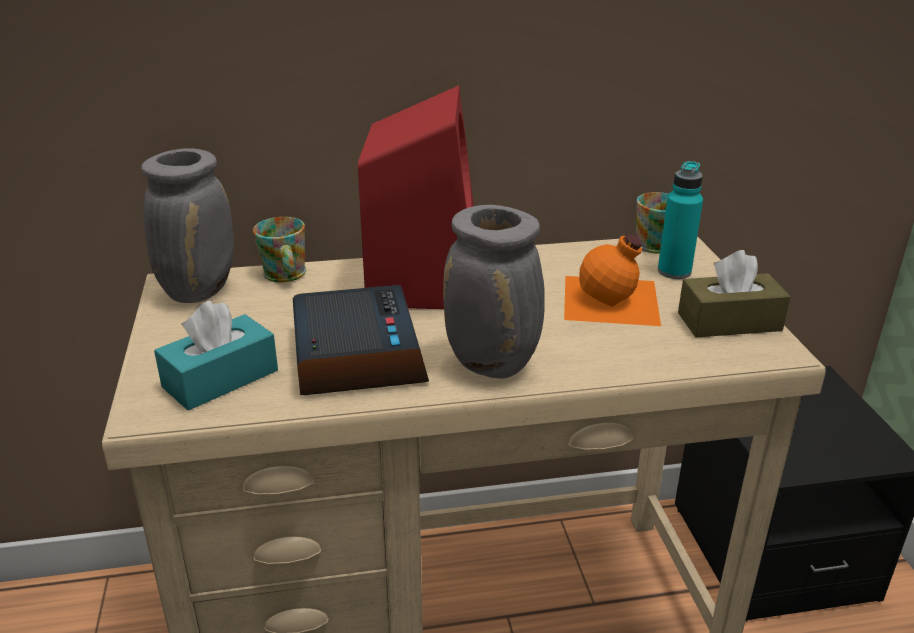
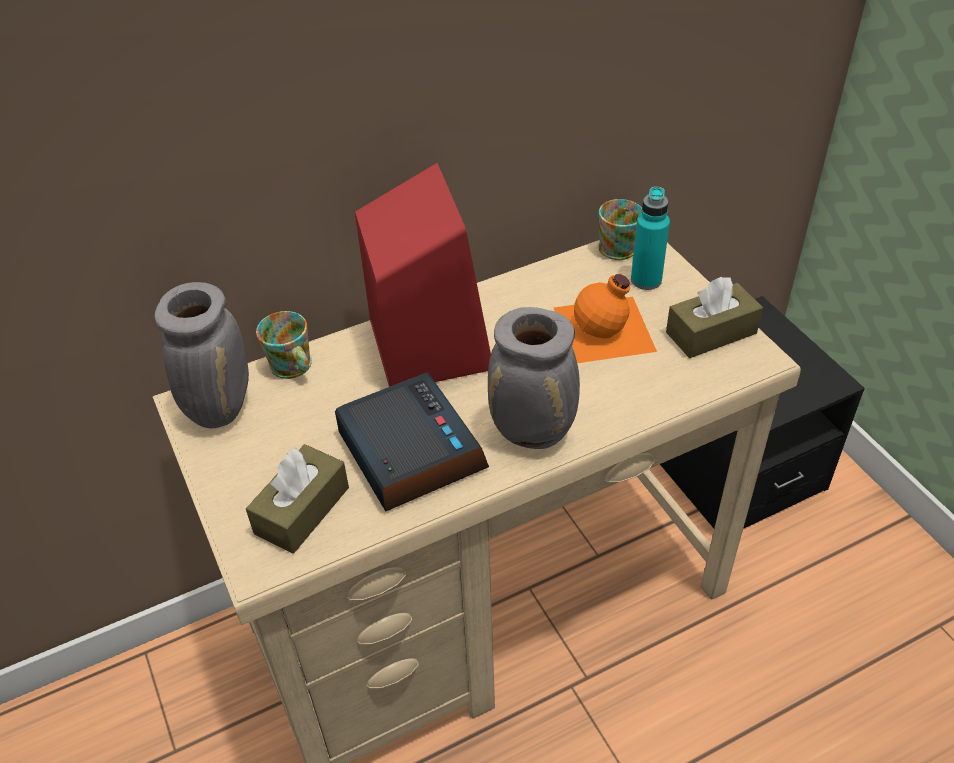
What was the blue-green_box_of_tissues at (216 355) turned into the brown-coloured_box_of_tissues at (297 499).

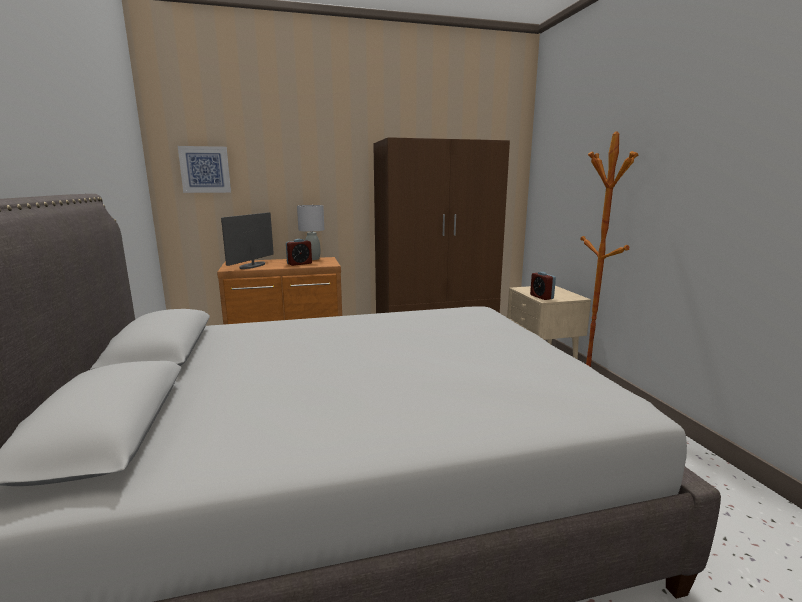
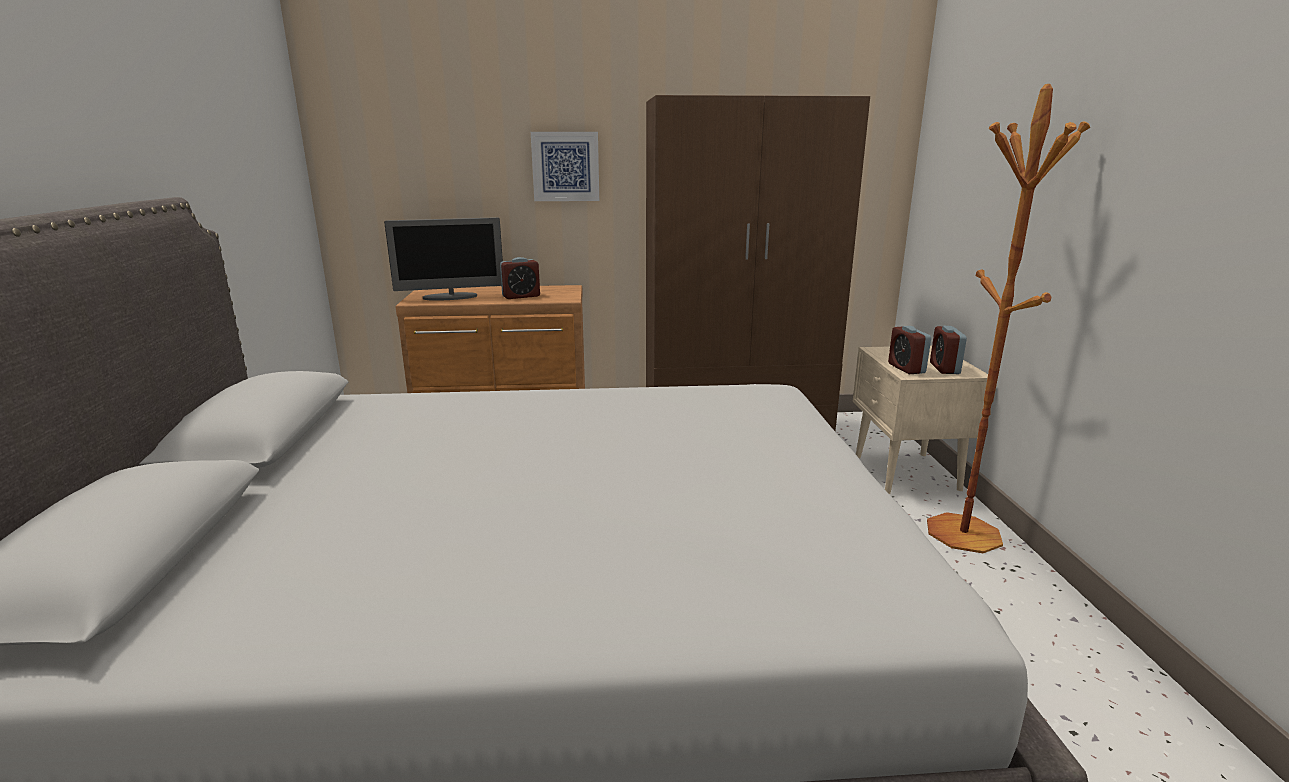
The computer_display at (247 240) ended up facing another way, 135 degrees counterclockwise from before. The wall_art ended up elsewhere, having gone from (204 169) to (565 166). The second view gained the bedside_clock at (948 350). The second view lost the grey_tabletop_lamp at (310 232).

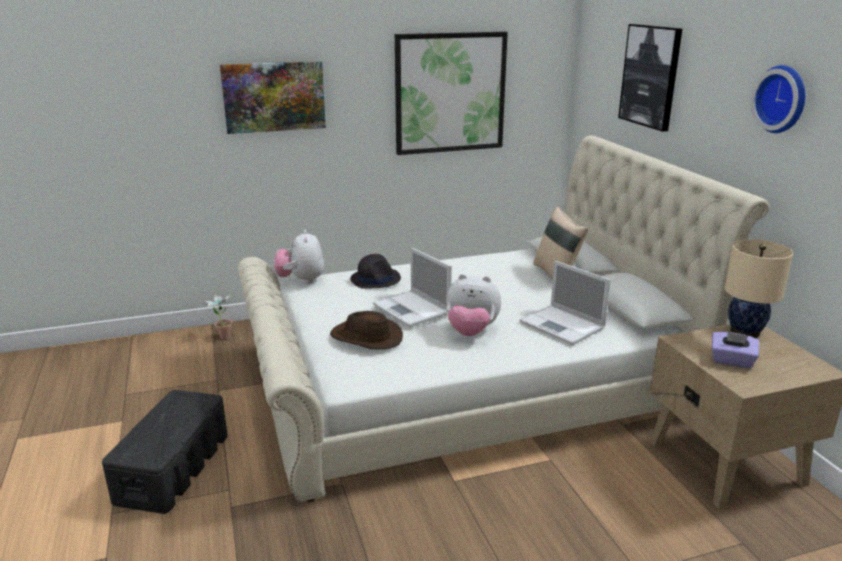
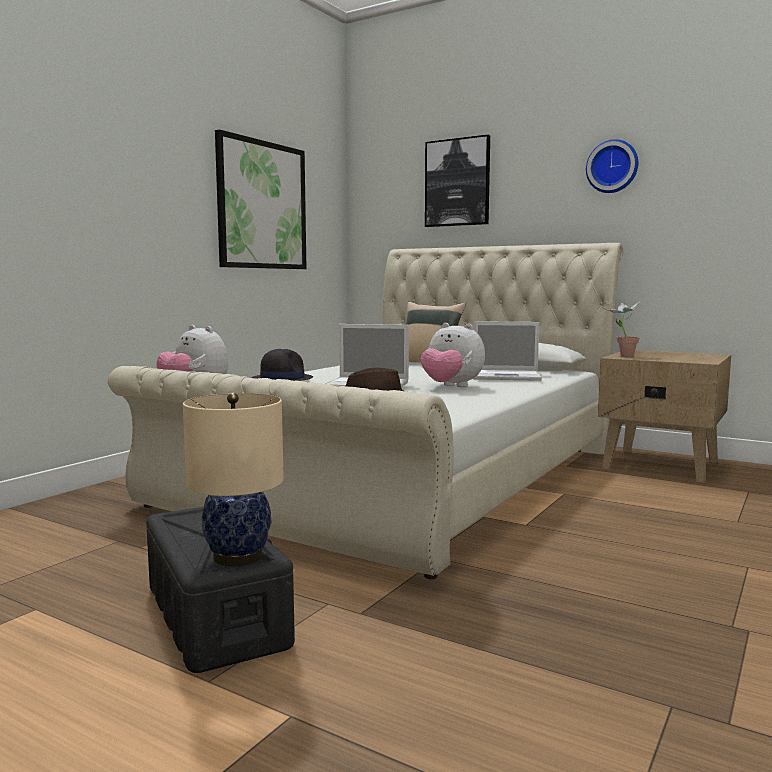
The sand-coloured_tabletop_lamp ended up elsewhere, having gone from (758 288) to (233 479). The plush_toy at (473 305) ended up facing another way, 60 degrees clockwise from before. The potted_plant ended up elsewhere, having gone from (218 316) to (622 328). The second view lost the wall_art at (273 97). The second view lost the purplish_box_of_tissues at (735 350).

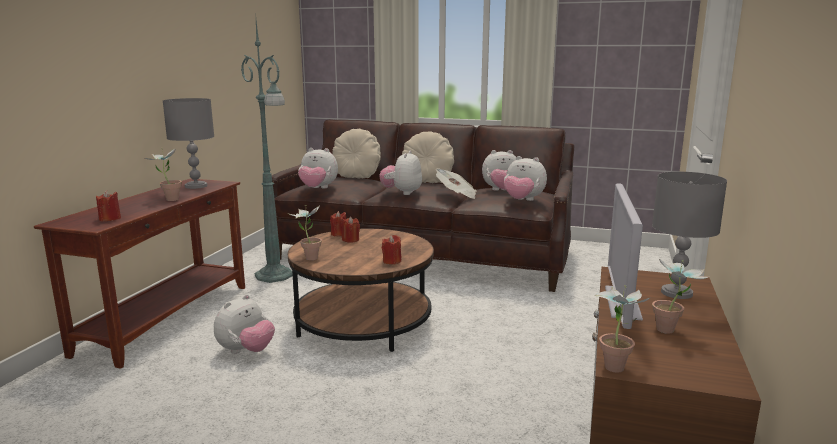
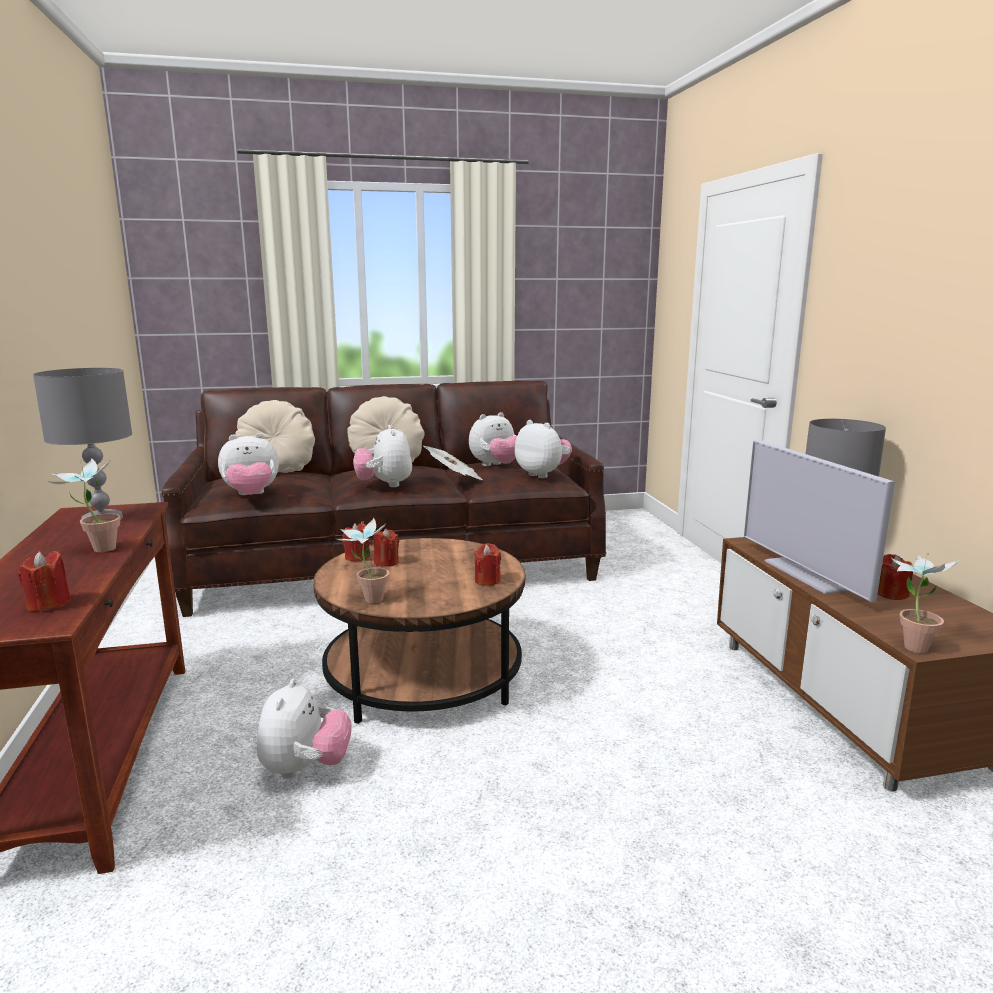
The plush_toy at (525 178) ended up facing another way, 135 degrees counterclockwise from before. Where the potted_plant stood at (681 296), the red_wax_candle came to stand at (895 577). The second view lost the greenish_floor_lamp at (267 152).

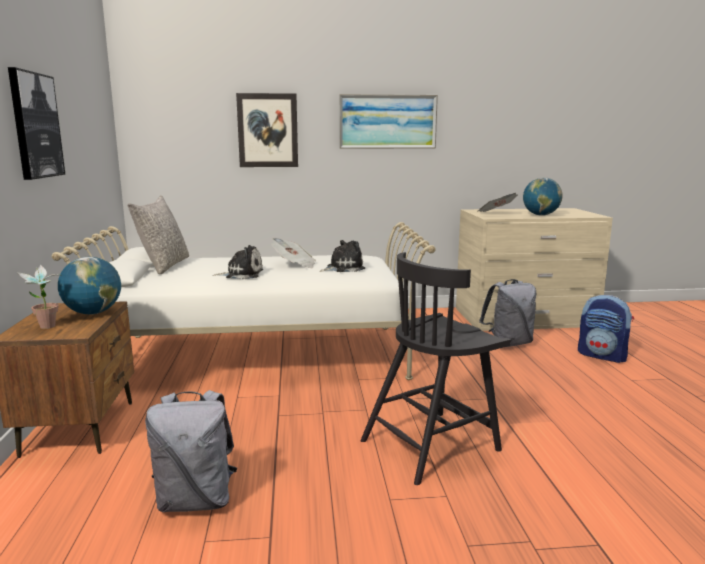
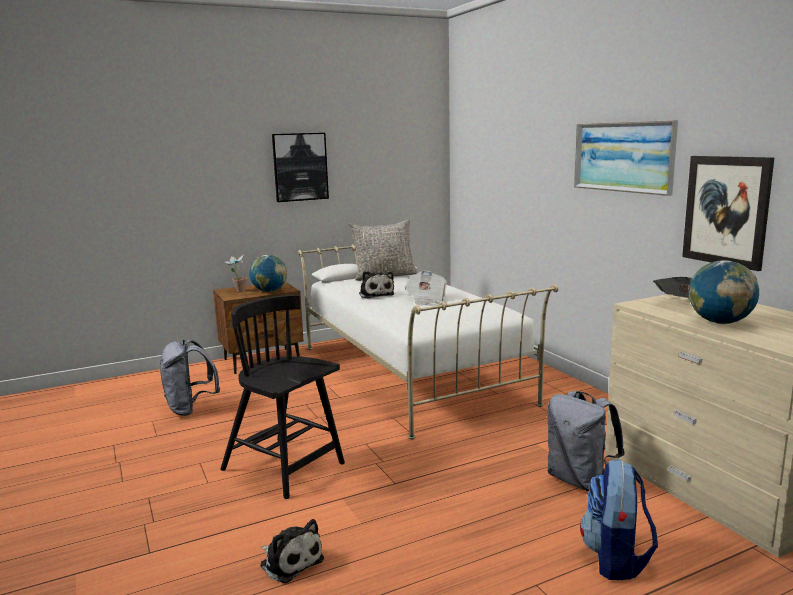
The plush_toy ended up elsewhere, having gone from (342 256) to (292 551). The wall_art ended up elsewhere, having gone from (267 130) to (728 213).

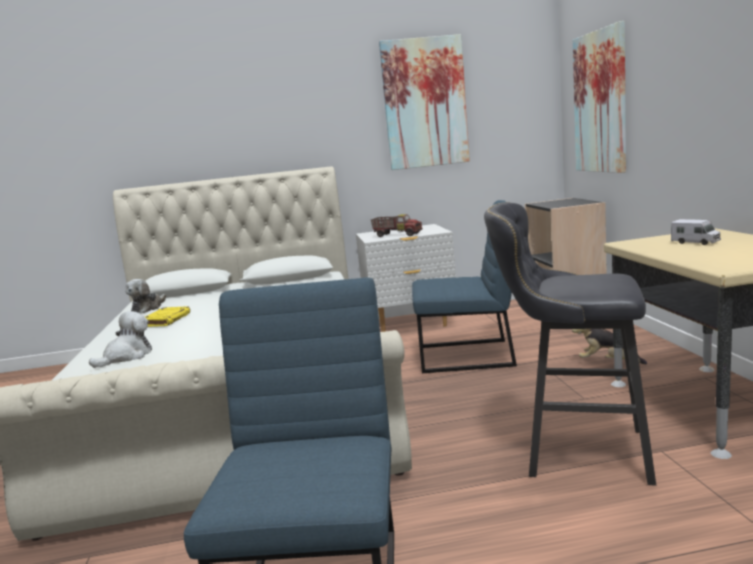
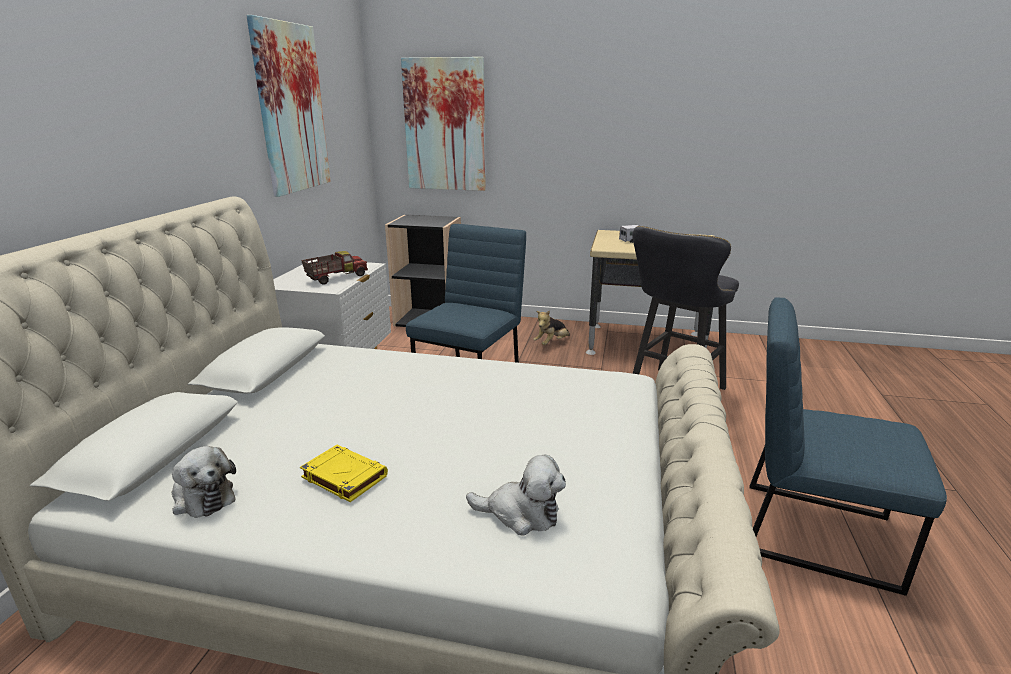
The plush_toy at (120 339) ended up facing another way, 135 degrees clockwise from before.

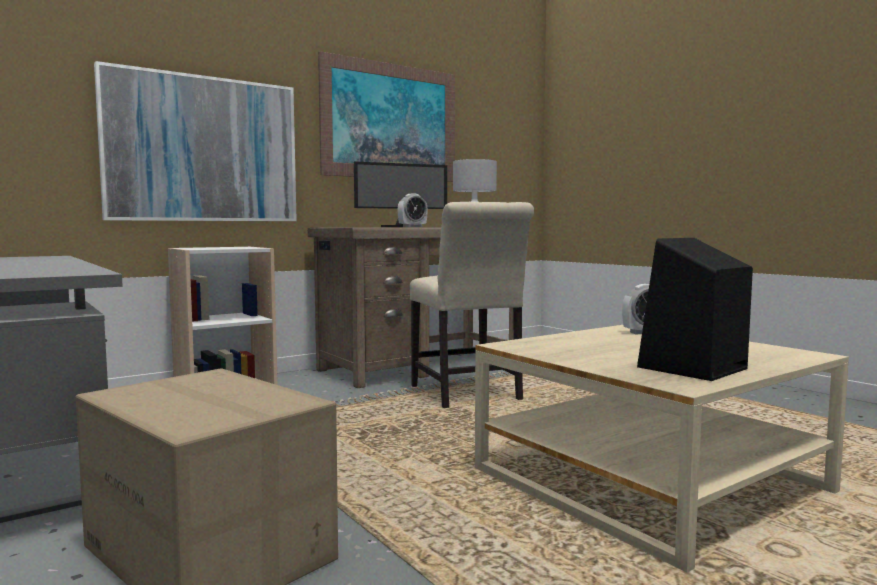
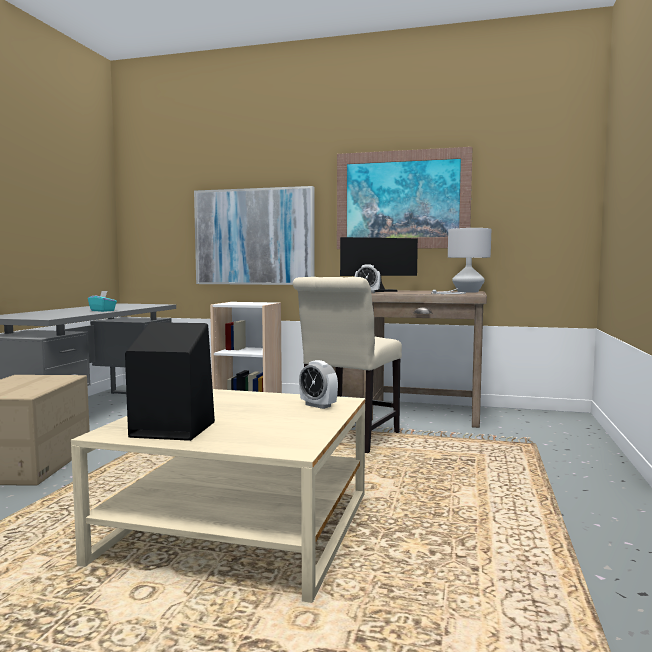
The second view gained the blue-green_box_of_tissues at (102 301). The computer_display at (400 194) ended up facing another way, 135 degrees clockwise from before.

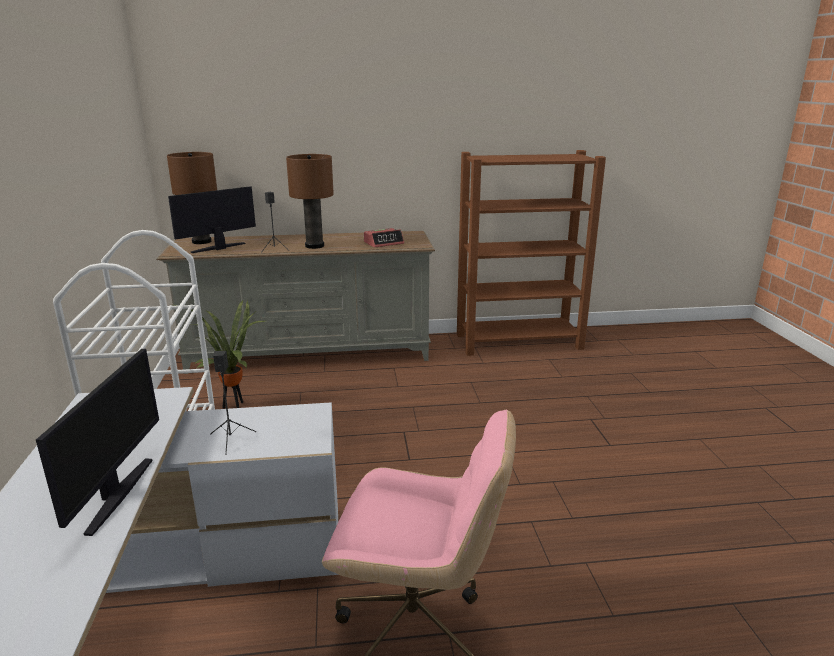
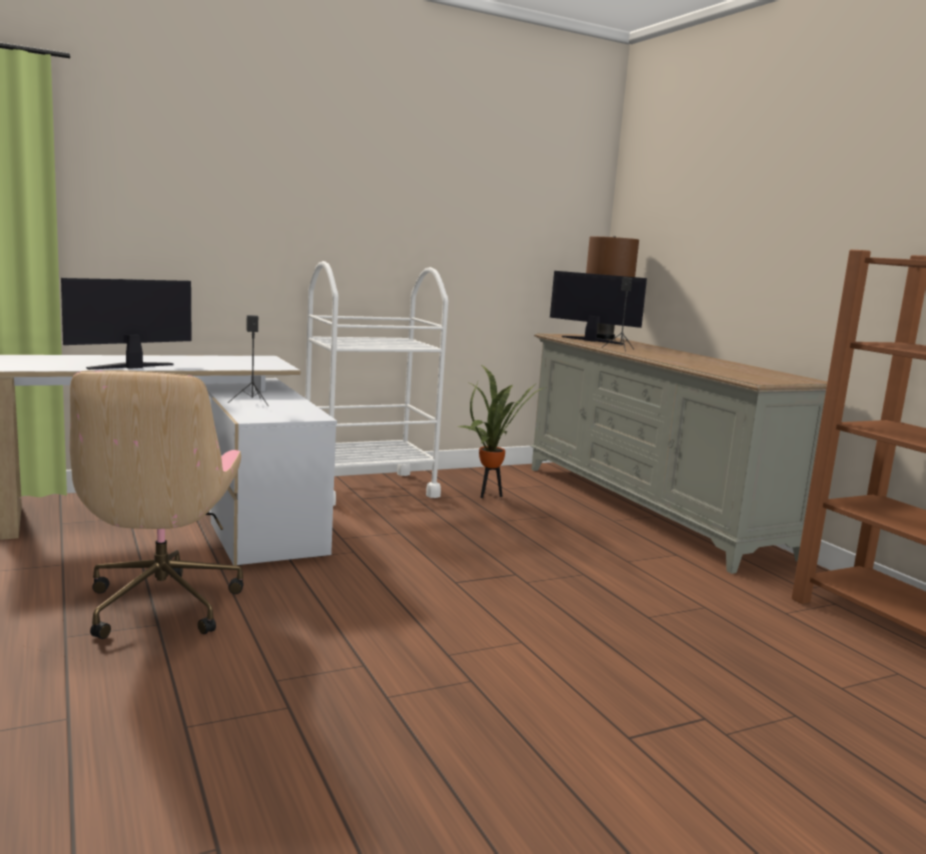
The computer_display at (97 442) ended up facing another way, 150 degrees clockwise from before. The second view lost the brown-coloured_tabletop_lamp at (310 201). The second view lost the bedside_clock at (384 238).

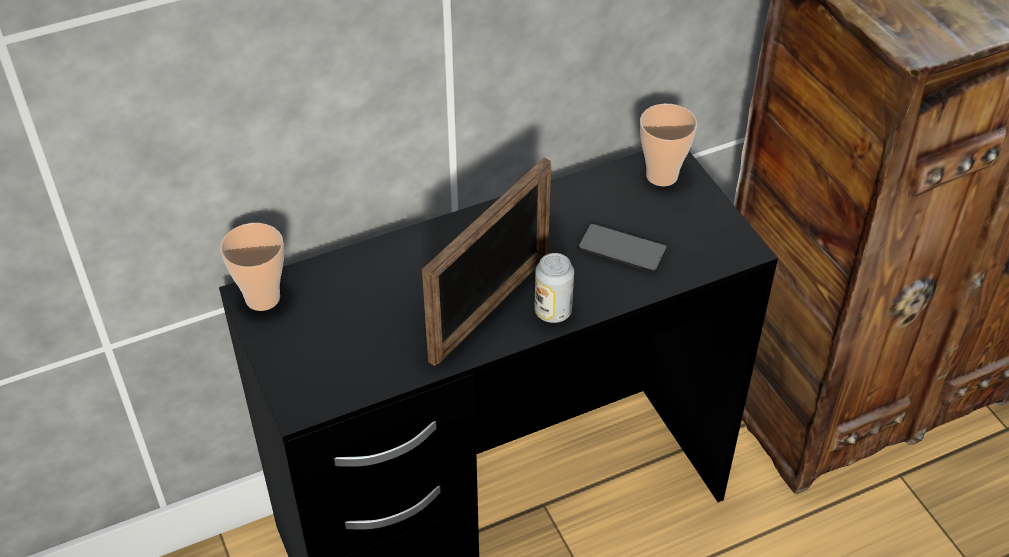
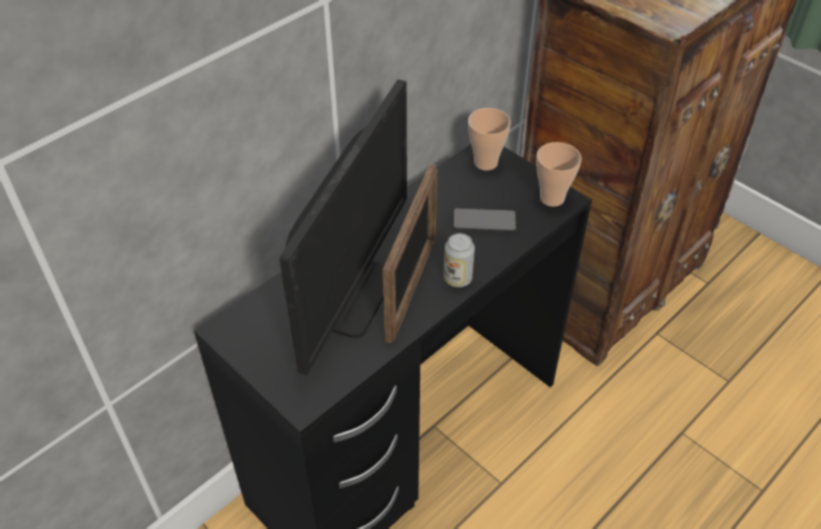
The second view gained the computer_display at (343 227). The drinking_cup ended up elsewhere, having gone from (252 267) to (559 174).

